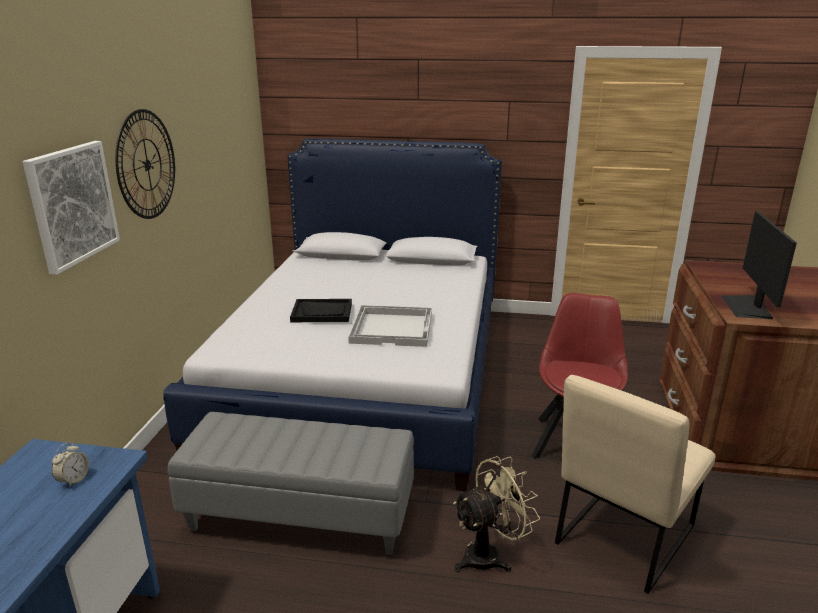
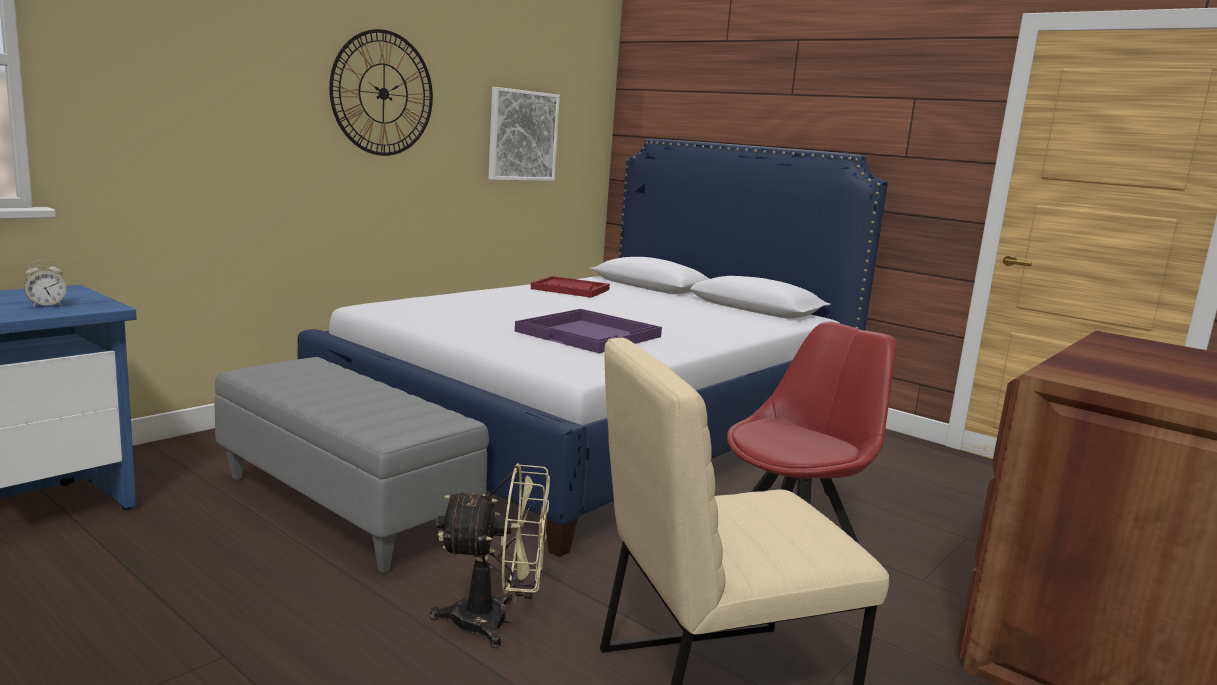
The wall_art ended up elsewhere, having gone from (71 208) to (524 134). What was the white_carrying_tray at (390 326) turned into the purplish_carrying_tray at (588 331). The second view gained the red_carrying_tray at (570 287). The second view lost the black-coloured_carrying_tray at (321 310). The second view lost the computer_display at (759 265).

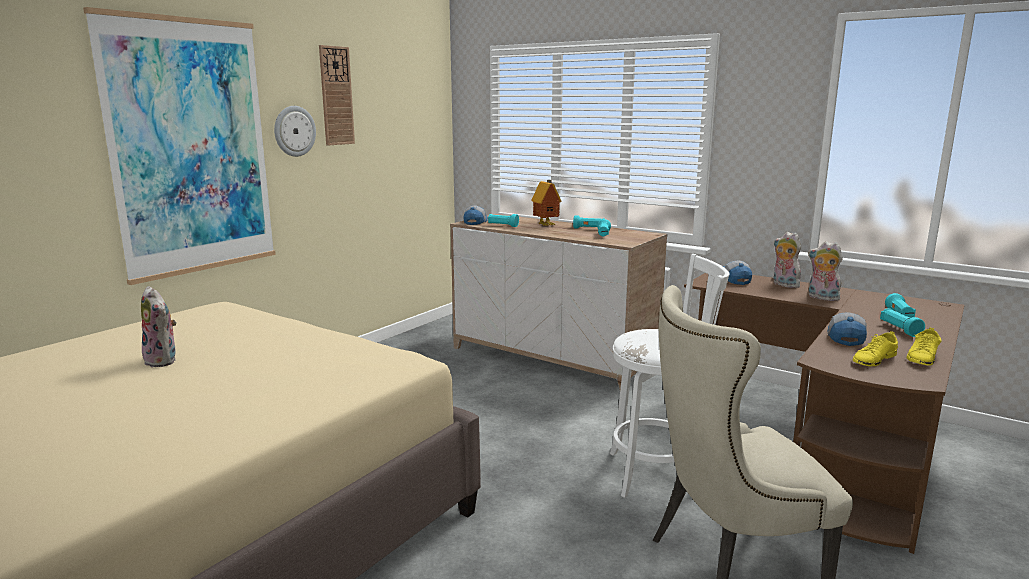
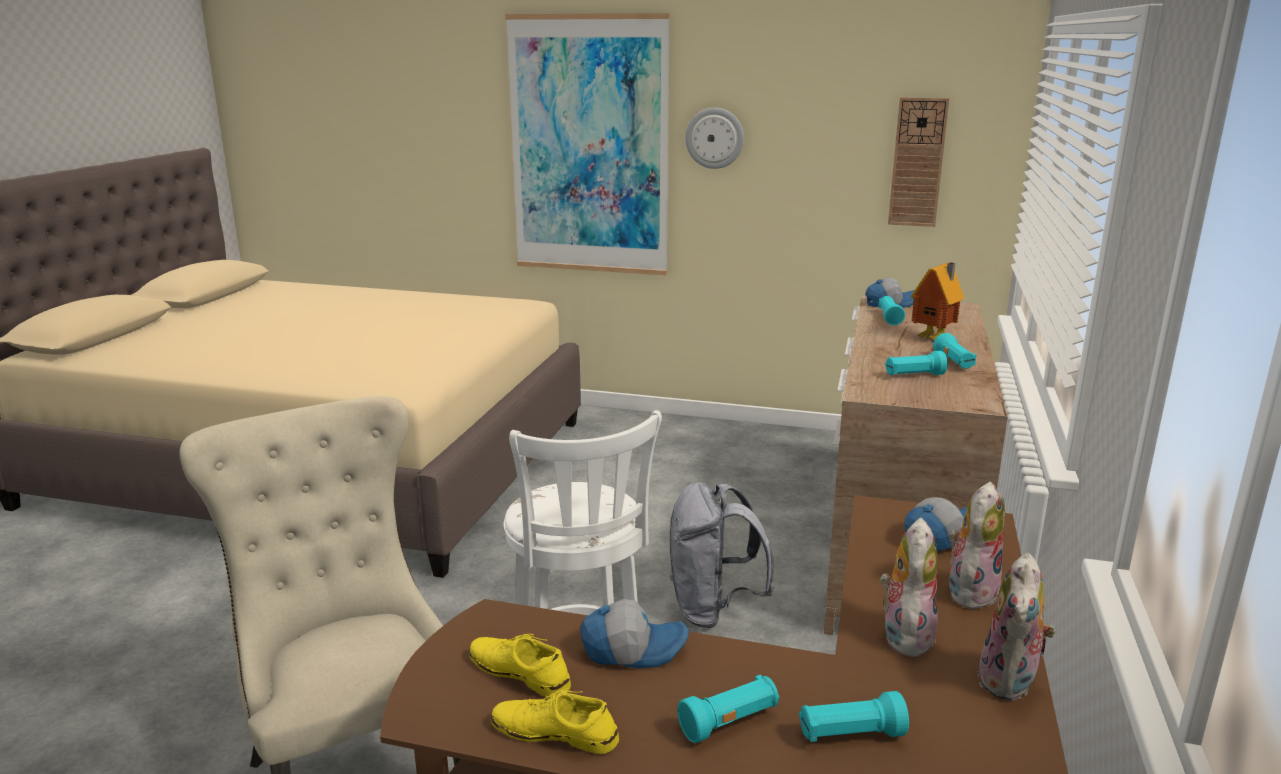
The second view gained the grey_knapsack at (722 555). The hanging_clock ended up elsewhere, having gone from (337 95) to (919 162). The plush_toy ended up elsewhere, having gone from (159 327) to (1016 627).

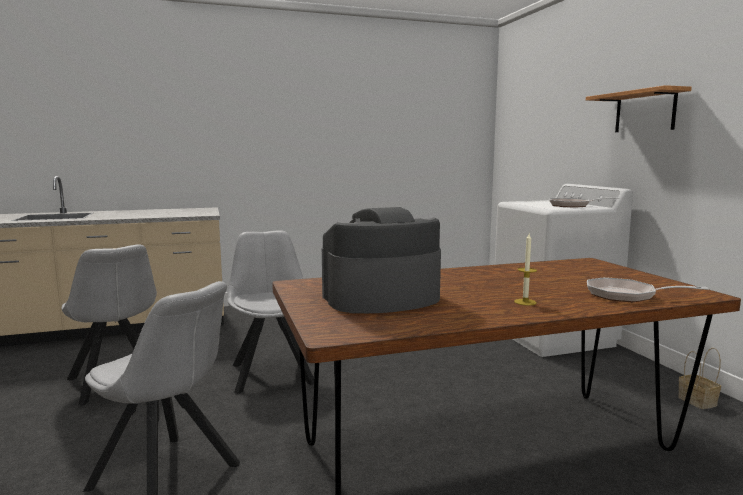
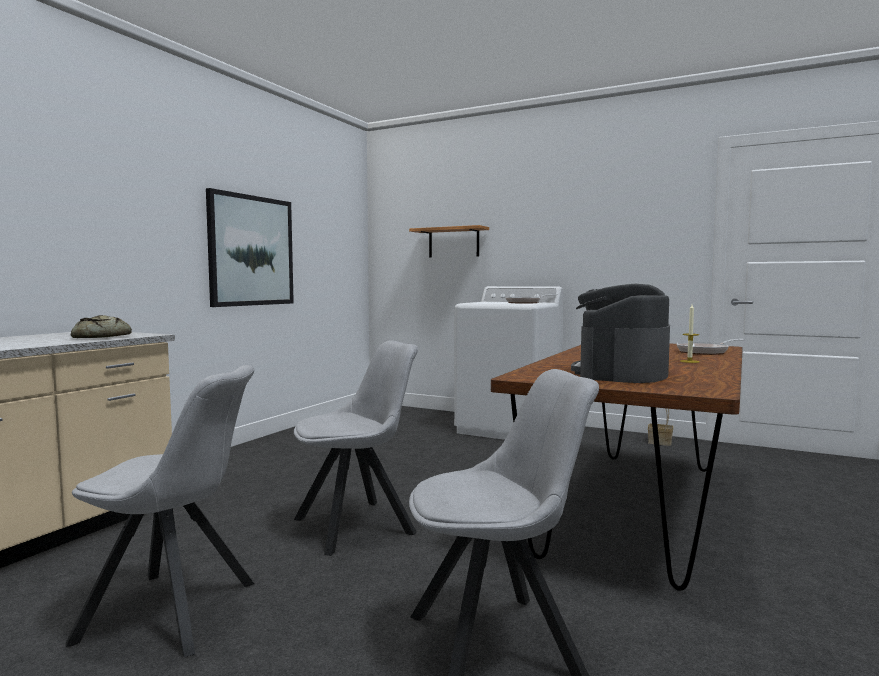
The second view gained the bread at (101 326). The second view gained the wall_art at (250 247). The grey_plain_chair at (270 312) ended up facing another way, 120 degrees clockwise from before. The wall_shelf ended up elsewhere, having gone from (639 108) to (449 241).

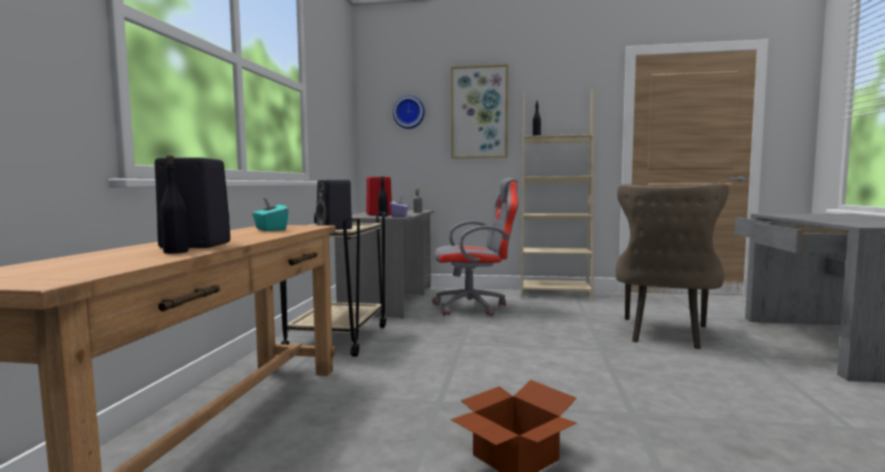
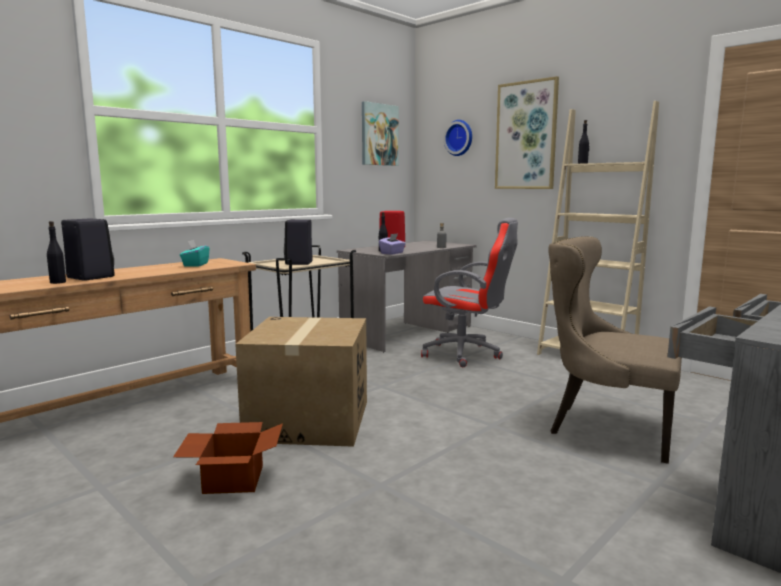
The second view gained the carton at (301 382). The second view gained the wall_art at (380 133). The sand-coloured_plain_chair at (672 266) ended up facing another way, 60 degrees clockwise from before.

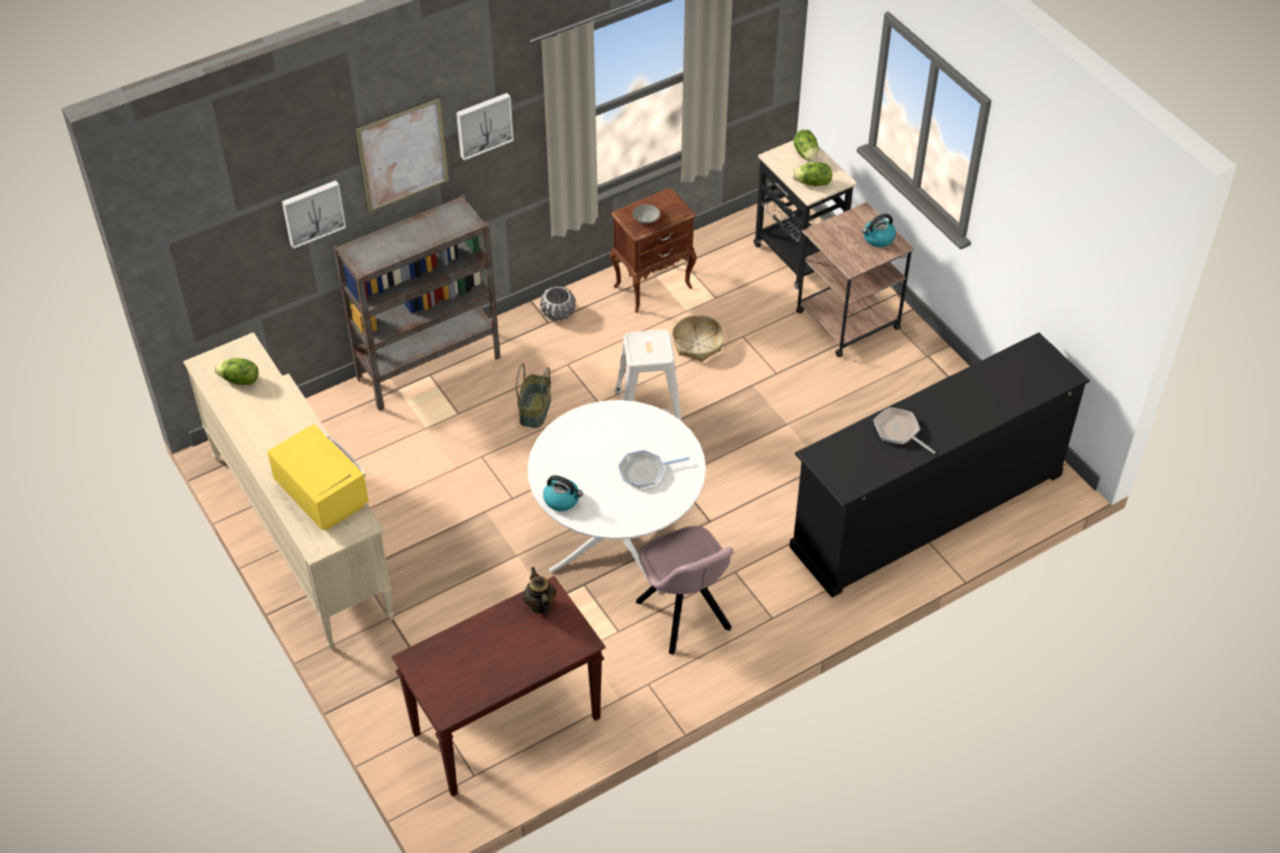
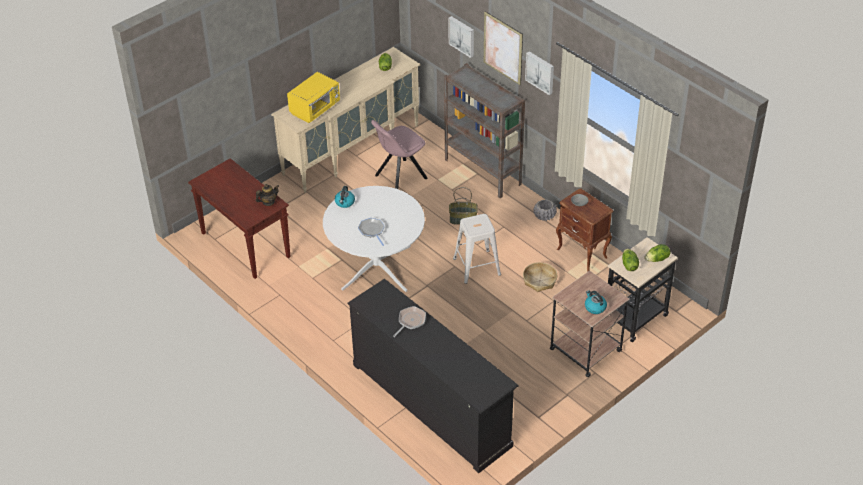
The pink_plain_chair ended up elsewhere, having gone from (684 590) to (399 154).

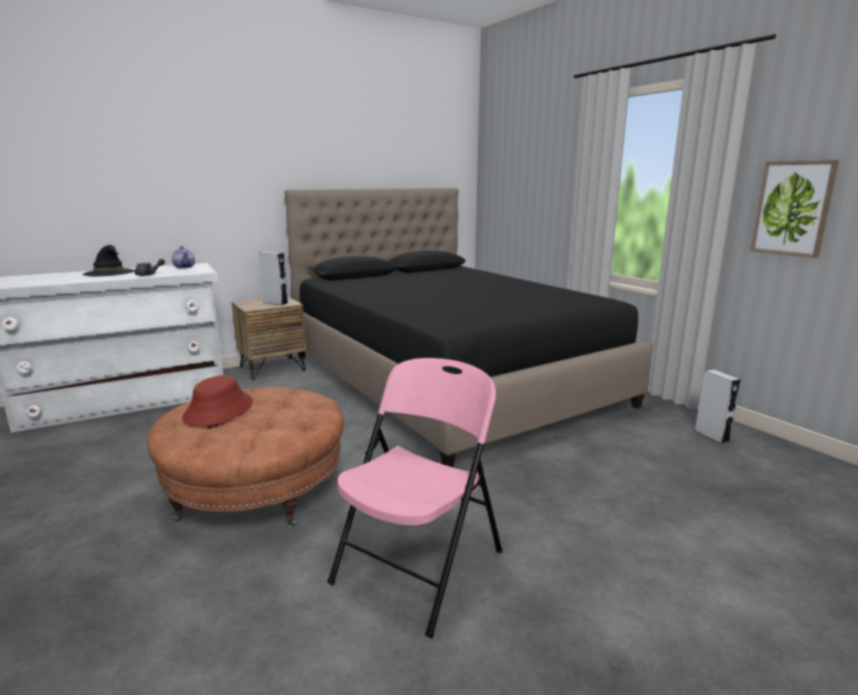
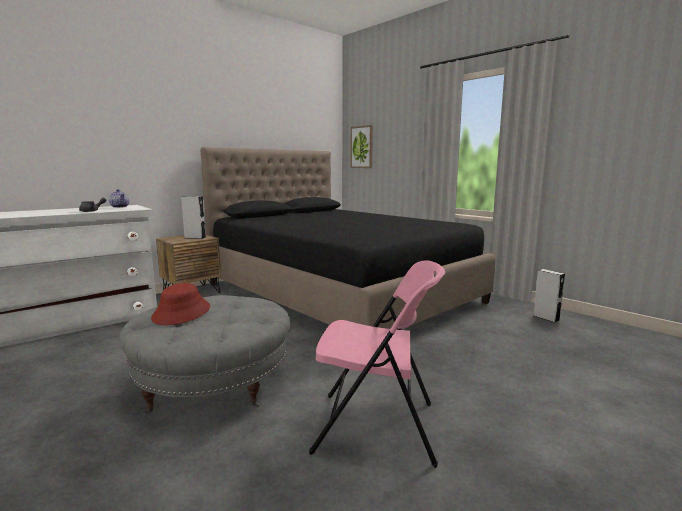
What was the brown-coloured_pouffe at (245 457) turned into the grey_pouffe at (205 354). The pink_plain_chair at (415 498) ended up facing another way, 75 degrees clockwise from before. The wall_art ended up elsewhere, having gone from (794 209) to (361 146). The second view lost the black-coloured_hat at (109 260).

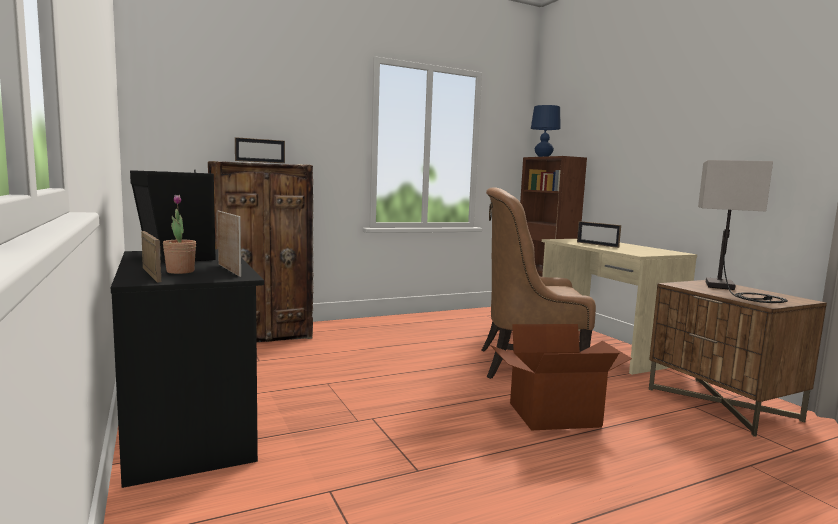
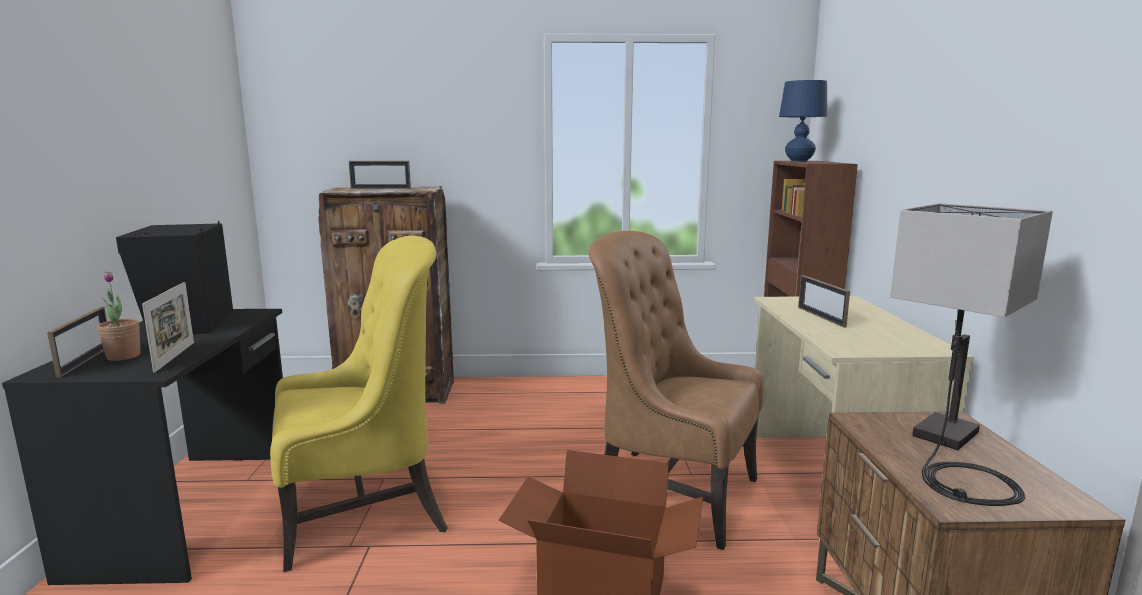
The second view gained the yellowish_plain_chair at (359 404).

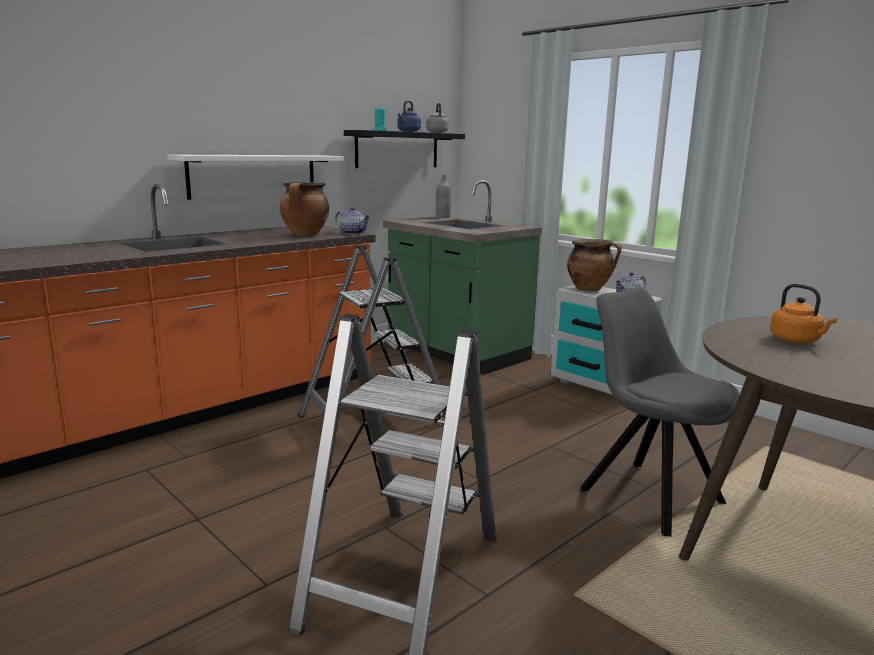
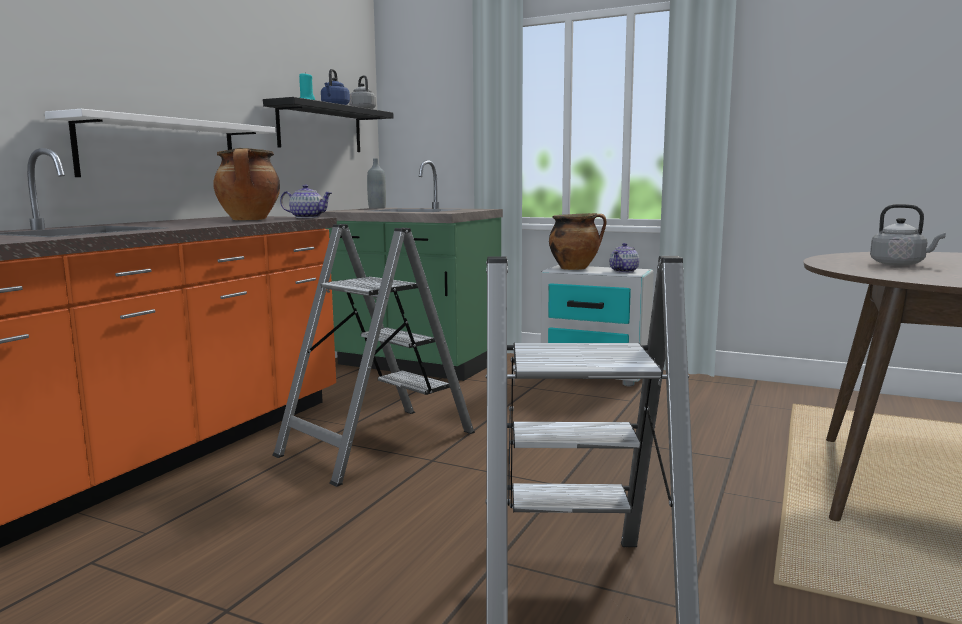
What was the orangey_tea_kettle at (803 313) turned into the grey_tea_kettle at (908 235). The second view lost the grey_plain_chair at (660 412).

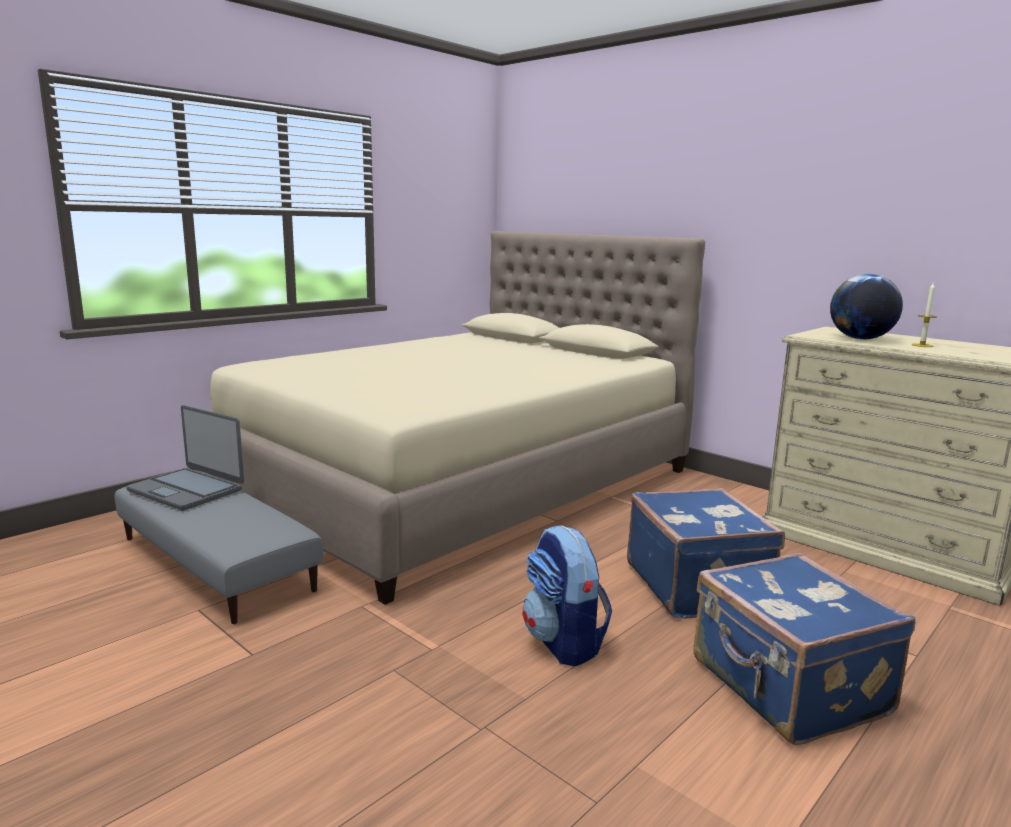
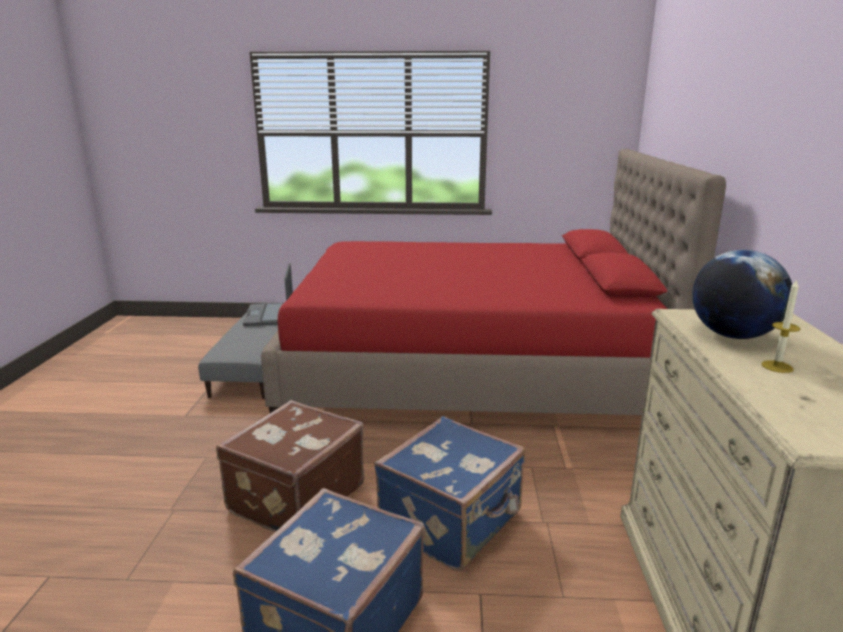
Where the knapsack stood at (567 595), the brown-coloured_piece_of_luggage came to stand at (290 466). What was the sand-coloured_bedroom_bed at (449 418) turned into the red_bedroom_bed at (493 281).

